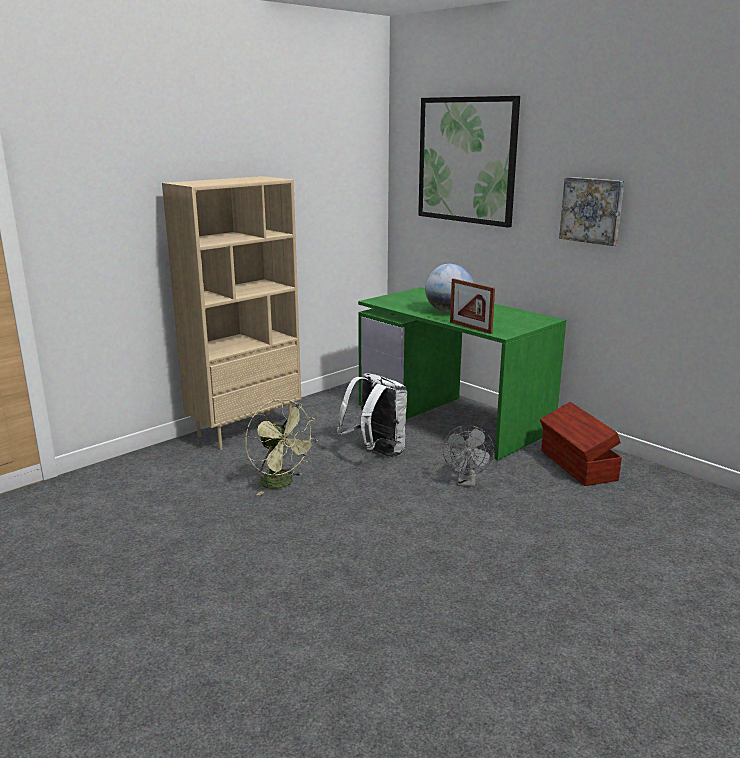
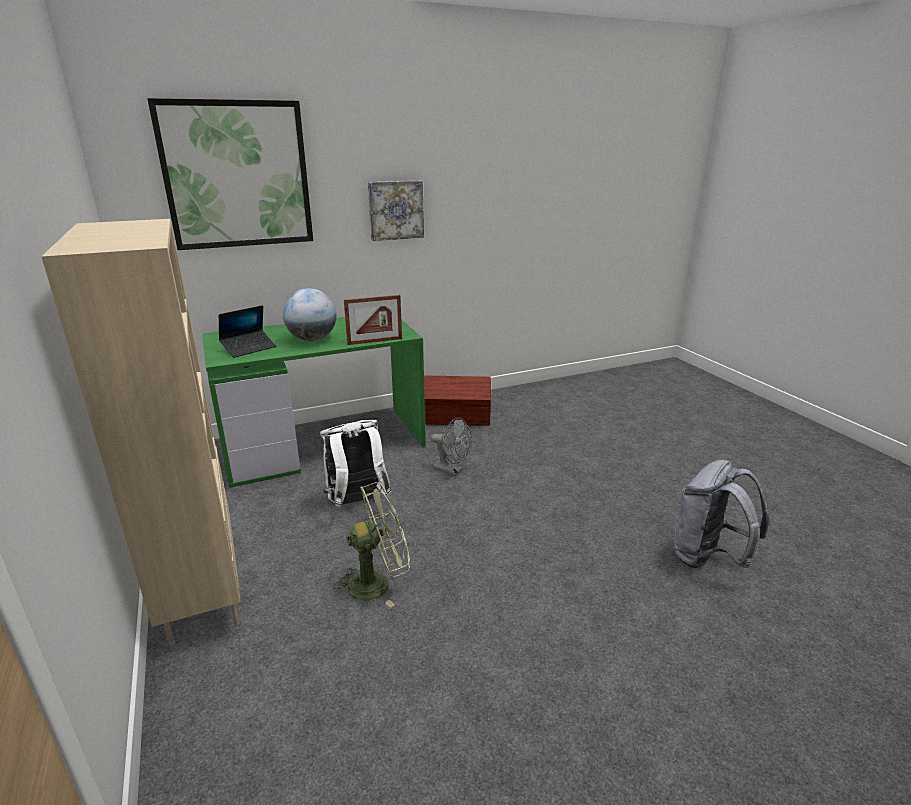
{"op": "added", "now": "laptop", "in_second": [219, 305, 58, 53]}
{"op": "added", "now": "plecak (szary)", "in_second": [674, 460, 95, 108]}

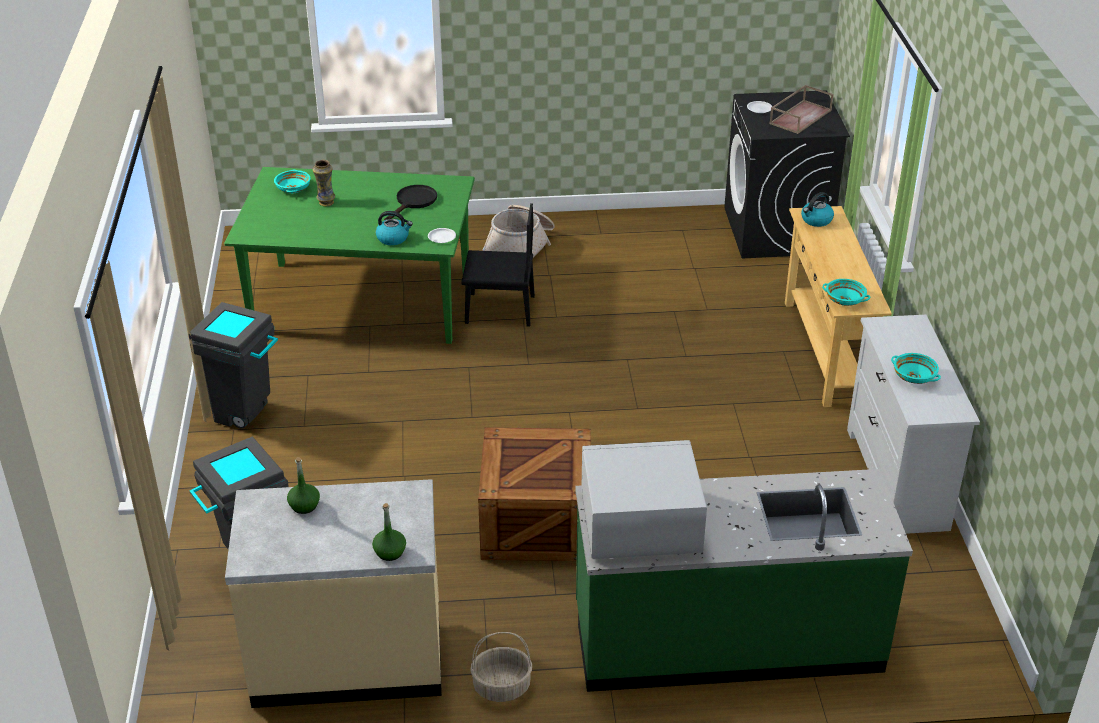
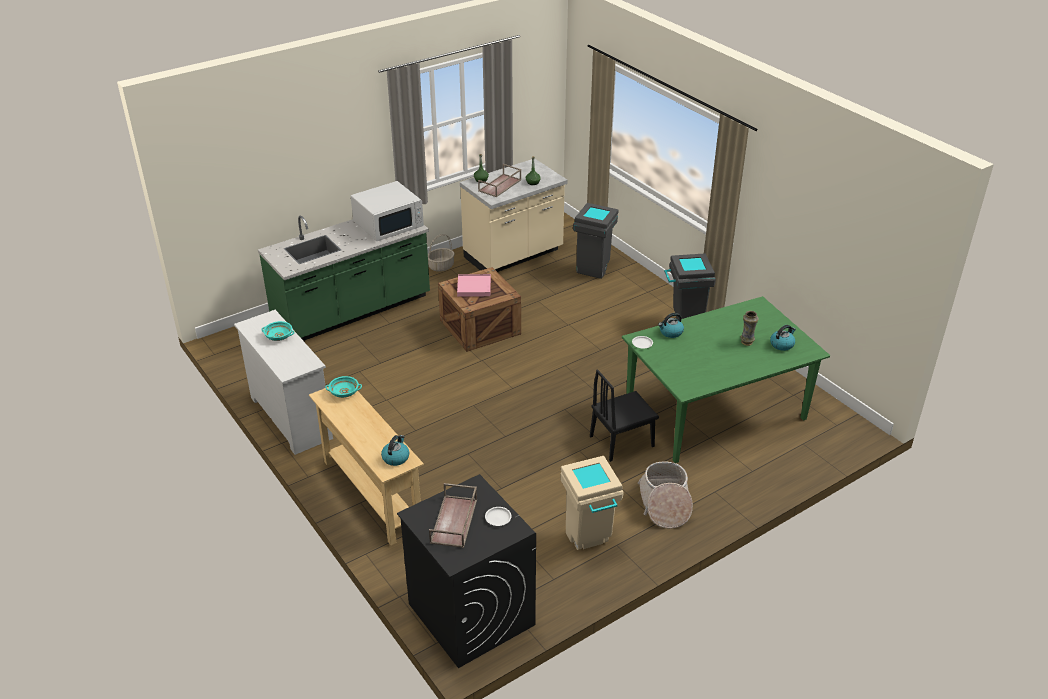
{"op": "added", "now": "taca (różowy)", "in_second": [457, 274, 34, 23]}
{"op": "added", "now": "taca (brązowy)", "in_second": [478, 164, 43, 33]}
{"op": "added", "now": "kosz na śmieci (beżowy)", "in_second": [561, 456, 63, 94]}
{"op": "replaced", "was": "miska (turkusowy)", "now": "czajnik", "in_first": [274, 169, 37, 24], "in_second": [770, 325, 26, 26]}
{"op": "removed", "was": "patelnia (czarny)", "in_first": [384, 185, 53, 36]}

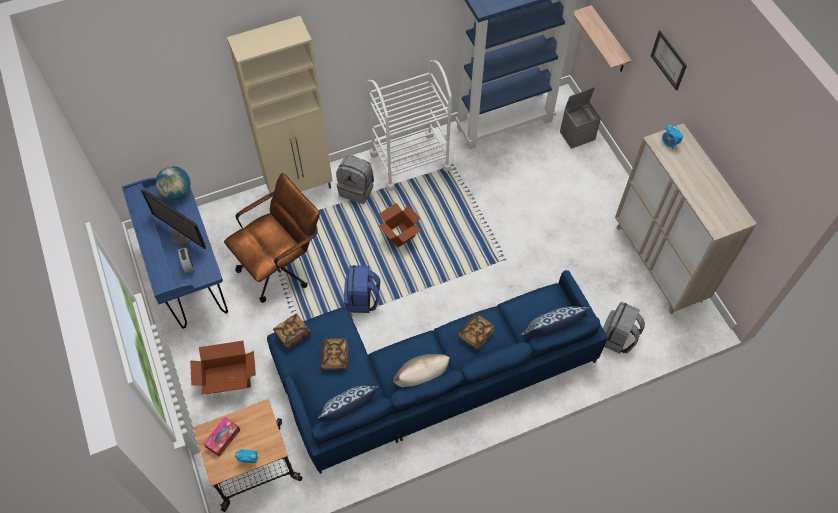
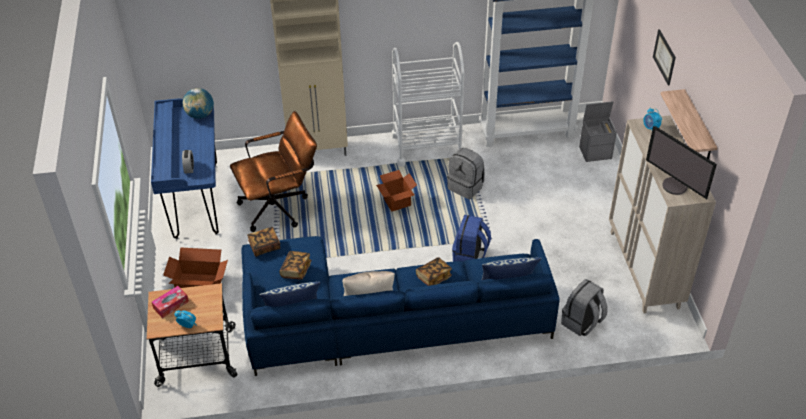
{"op": "moved", "was": "plecak (szary)", "in_first": [336, 155, 38, 49], "in_second": [447, 148, 38, 51]}
{"op": "moved", "was": "plecak (niebieski)", "in_first": [344, 265, 36, 48], "in_second": [452, 215, 39, 47]}
{"op": "moved", "was": "monitor", "in_first": [141, 189, 65, 60], "in_second": [646, 126, 71, 73]}
{"op": "moved", "was": "półka", "in_first": [574, 5, 58, 67], "in_second": [661, 89, 57, 70]}

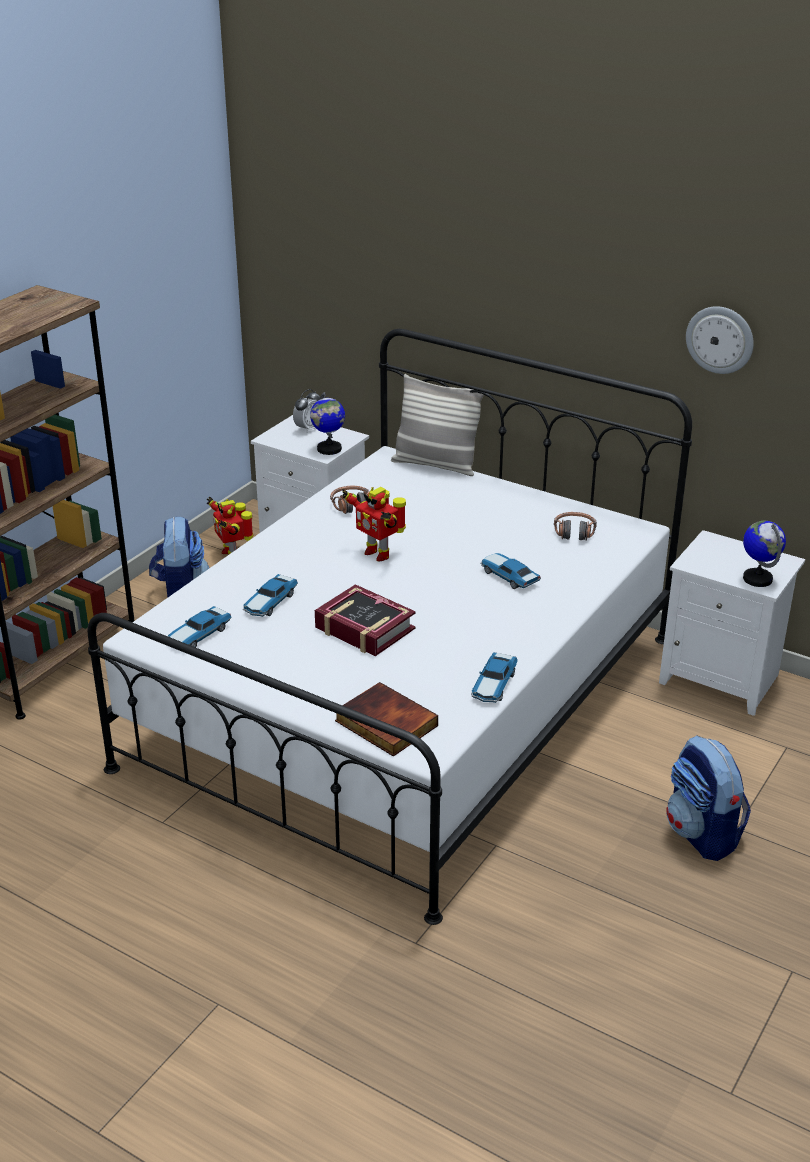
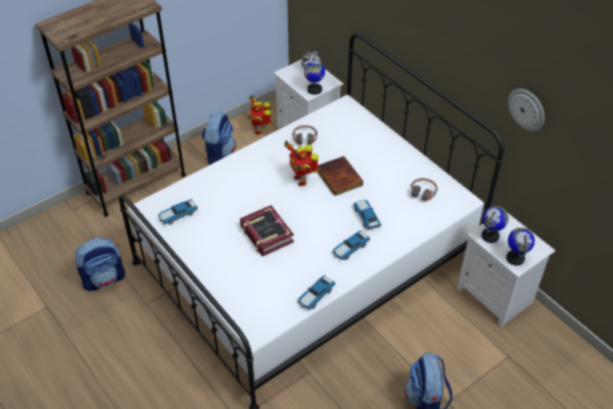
{"op": "added", "now": "plecak", "in_second": [75, 237, 50, 54]}
{"op": "moved", "was": "książka", "in_first": [335, 682, 103, 74], "in_second": [317, 156, 46, 40]}
{"op": "moved", "was": "samochodzik", "in_first": [243, 574, 55, 43], "in_second": [332, 230, 38, 30]}
{"op": "added", "now": "globus", "in_second": [482, 206, 27, 37]}
{"op": "removed", "was": "poduszka", "in_first": [391, 374, 93, 102]}

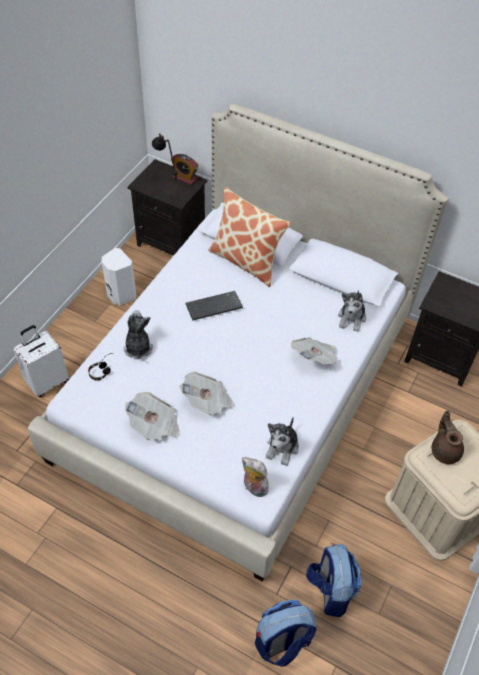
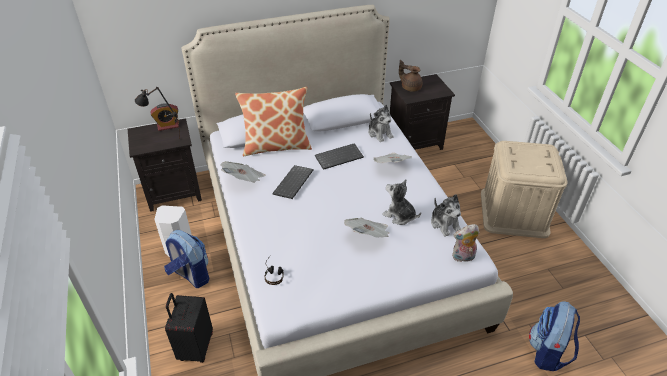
{"op": "moved", "was": "plecak", "in_first": [306, 543, 56, 74], "in_second": [164, 230, 45, 58]}
{"op": "recoloured", "was": "walizka (biały)", "now": "walizka (czarny)", "in_first": [13, 325, 56, 72], "in_second": [165, 293, 48, 70]}
{"op": "moved", "was": "gazeta", "in_first": [125, 392, 55, 49], "in_second": [220, 161, 46, 22]}
{"op": "added", "now": "klawiatura", "in_second": [315, 143, 49, 27]}
{"op": "moved", "was": "pluszak", "in_first": [123, 310, 30, 49], "in_second": [382, 179, 39, 46]}
{"op": "moved", "was": "imbryk (brązowy)", "in_first": [432, 410, 32, 54], "in_second": [399, 60, 23, 32]}

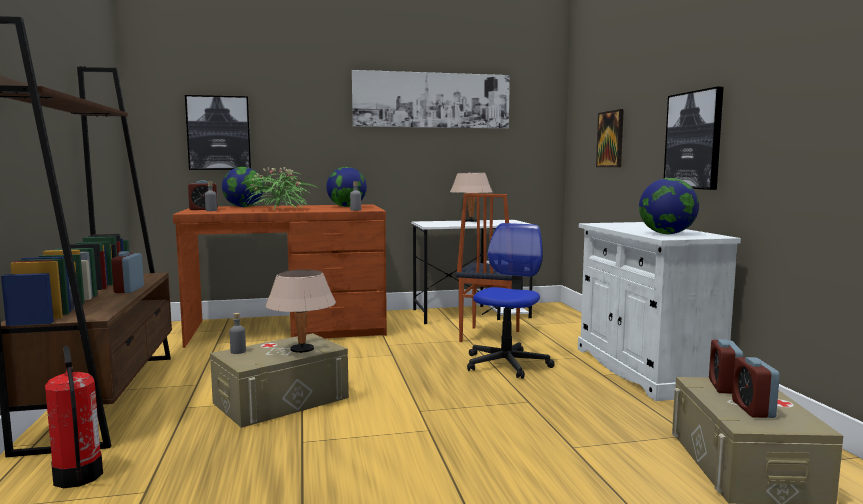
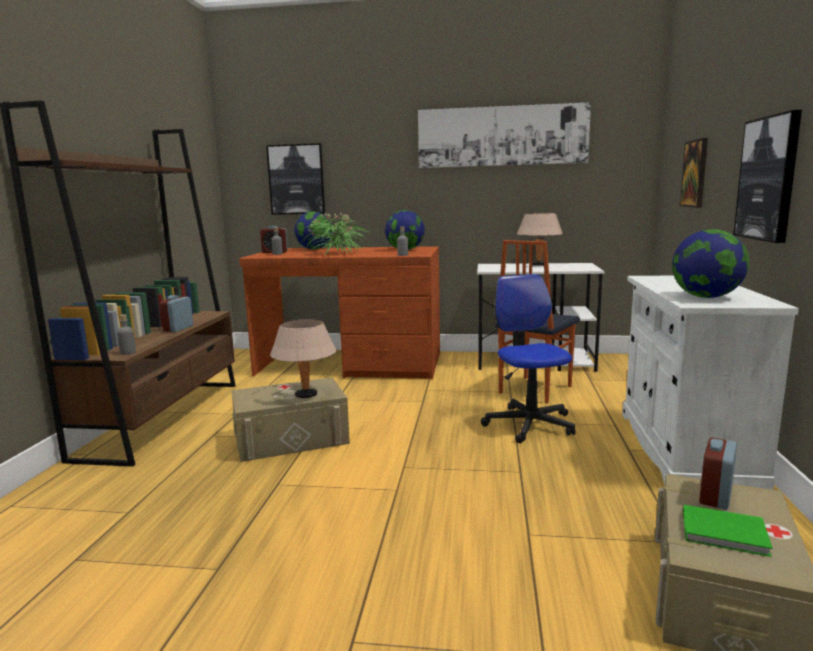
{"op": "moved", "was": "butelka (szary)", "in_first": [230, 313, 16, 41], "in_second": [117, 314, 19, 41]}
{"op": "turned", "was": "krzesło biurowe", "in_first": [467, 223, 88, 156], "in_second": [481, 274, 95, 169], "clockwise": -60}
{"op": "replaced", "was": "budzik", "now": "książka (zielony)", "in_first": [732, 357, 48, 61], "in_second": [683, 505, 90, 52]}
{"op": "removed", "was": "gaśnica", "in_first": [45, 346, 58, 142]}

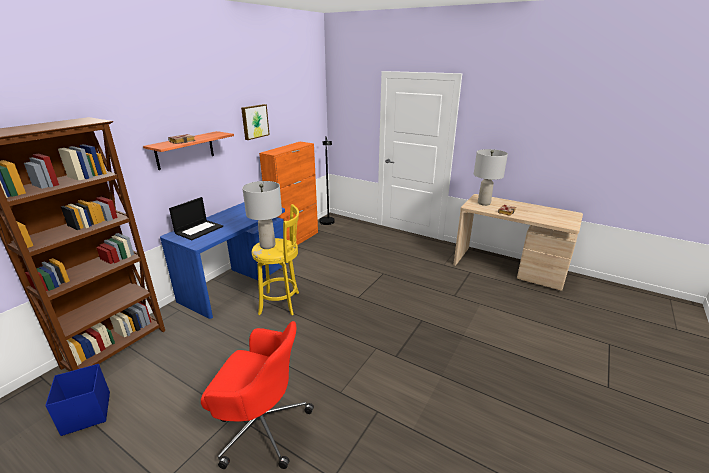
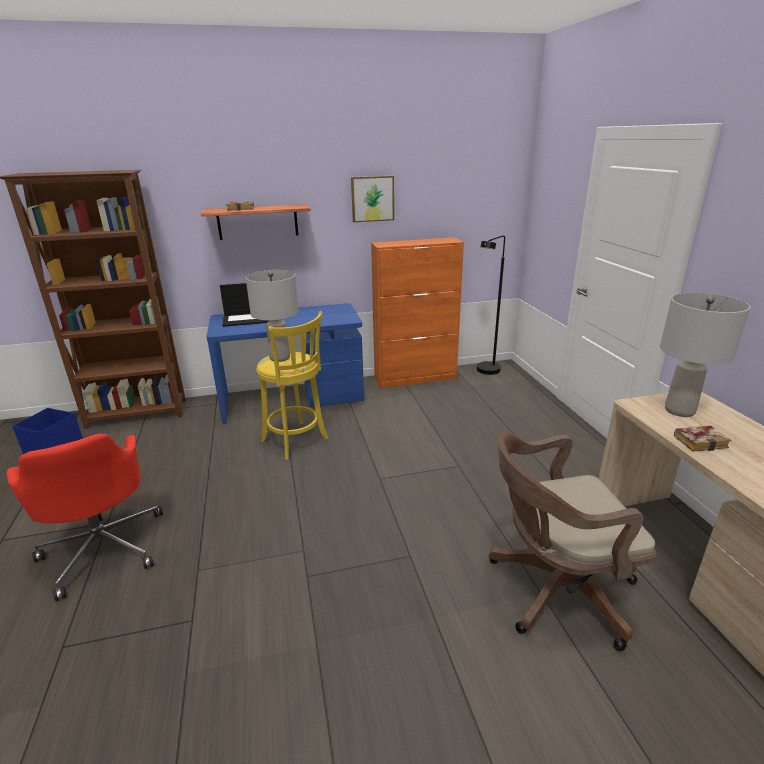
{"op": "added", "now": "krzesło biurowe (brązowy)", "in_second": [489, 433, 168, 218]}

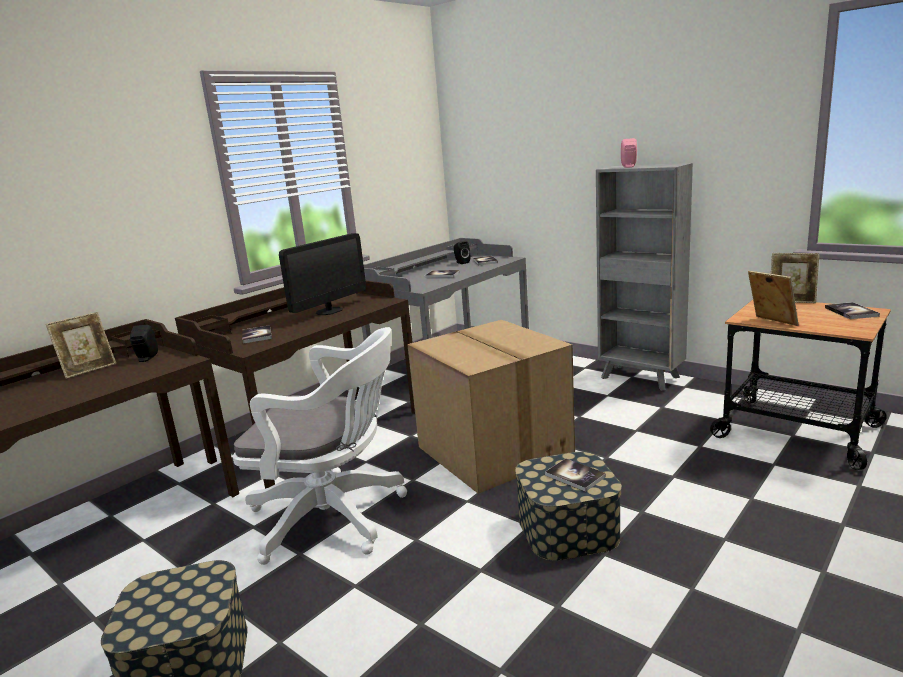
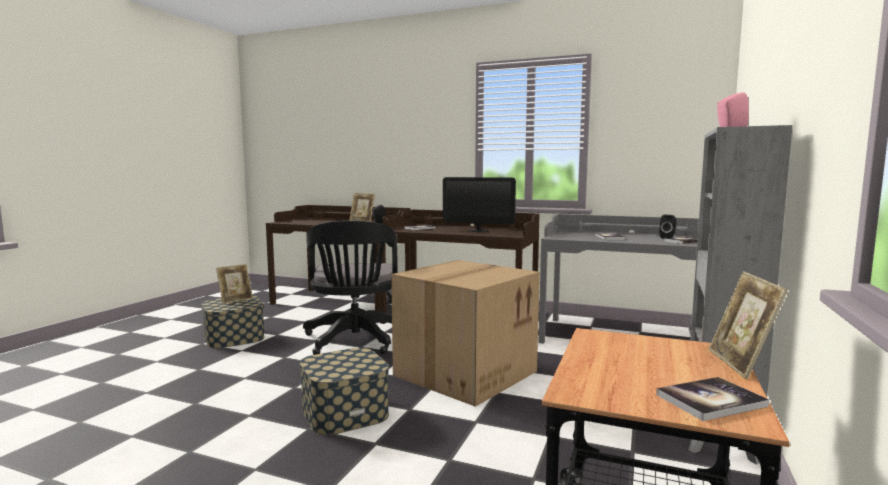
{"op": "moved", "was": "ramka na zdjęcie", "in_first": [748, 271, 50, 55], "in_second": [216, 264, 37, 40]}
{"op": "recoloured", "was": "krzesło biurowe (biały)", "now": "krzesło biurowe (czarny)", "in_first": [233, 327, 174, 238], "in_second": [303, 220, 95, 135]}
{"op": "removed", "was": "książka", "in_first": [545, 458, 61, 34]}

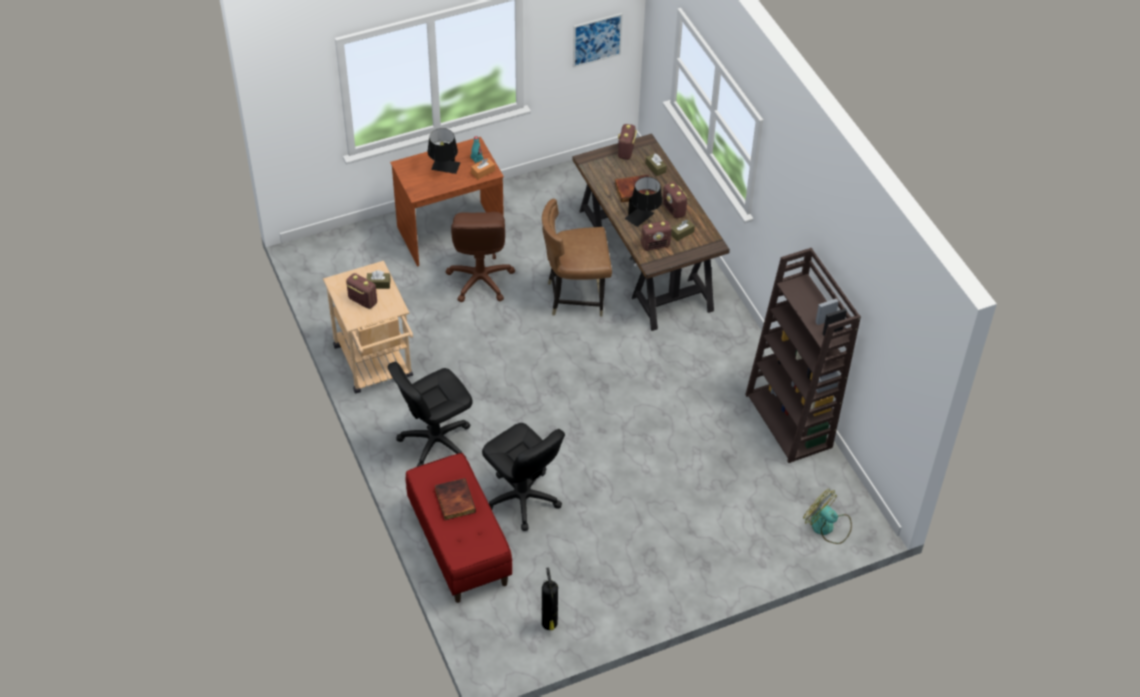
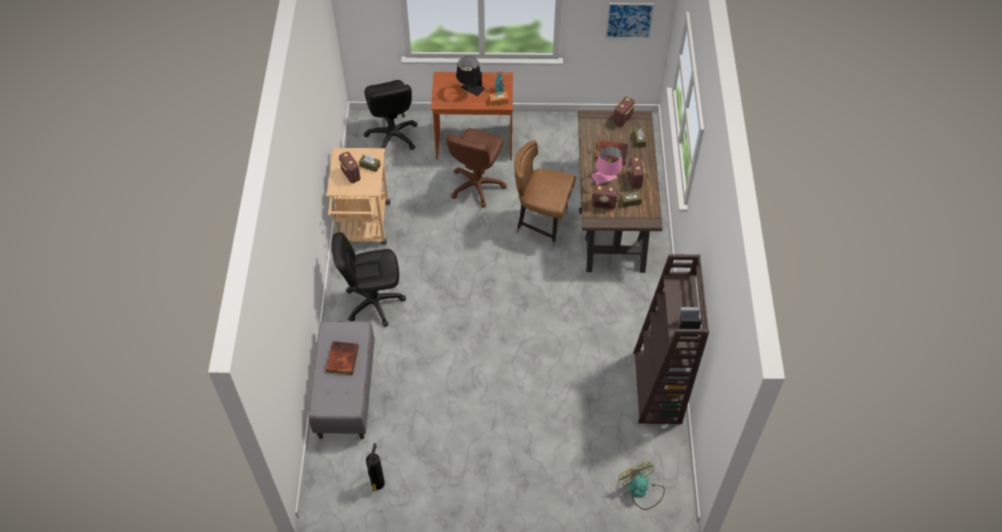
{"op": "recoloured", "was": "ławka (czerwony)", "now": "ławka (szary)", "in_first": [405, 453, 107, 150], "in_second": [308, 321, 67, 118]}
{"op": "moved", "was": "krzesło biurowe (czarny)", "in_first": [482, 423, 83, 108], "in_second": [364, 80, 54, 70]}
{"op": "recoloured", "was": "lampa stołowa (czarny)", "now": "lampa stołowa (różowy)", "in_first": [625, 177, 37, 50], "in_second": [591, 146, 31, 39]}

